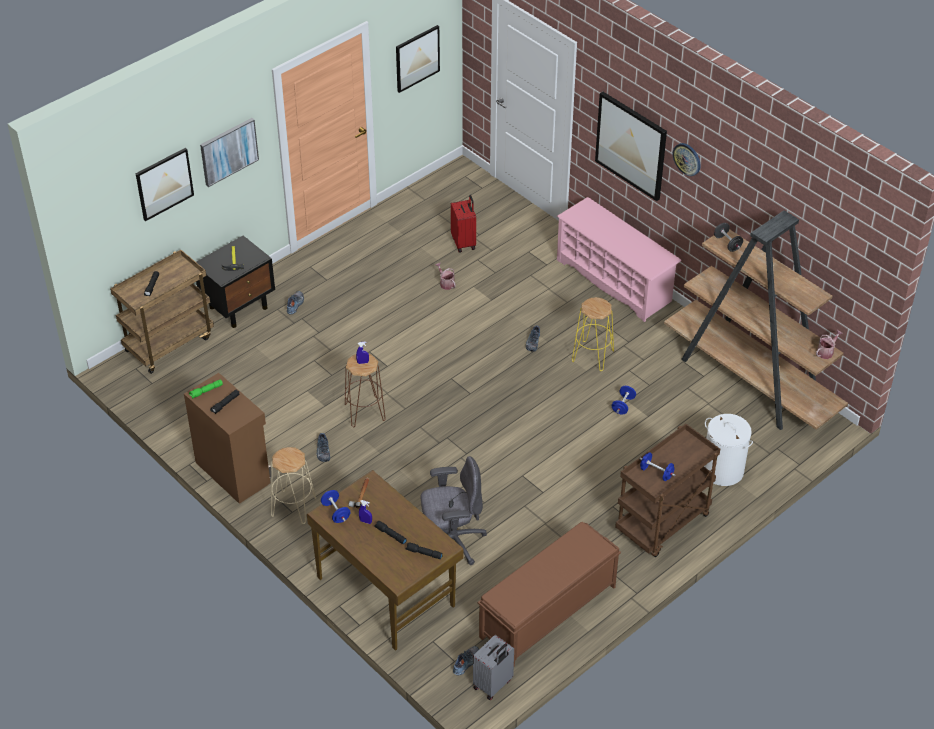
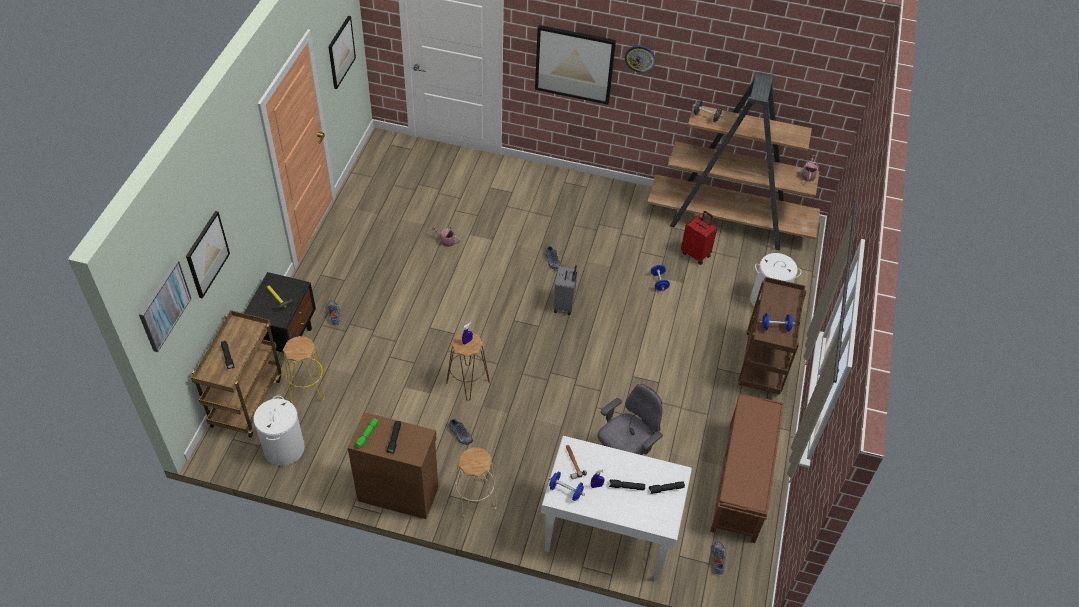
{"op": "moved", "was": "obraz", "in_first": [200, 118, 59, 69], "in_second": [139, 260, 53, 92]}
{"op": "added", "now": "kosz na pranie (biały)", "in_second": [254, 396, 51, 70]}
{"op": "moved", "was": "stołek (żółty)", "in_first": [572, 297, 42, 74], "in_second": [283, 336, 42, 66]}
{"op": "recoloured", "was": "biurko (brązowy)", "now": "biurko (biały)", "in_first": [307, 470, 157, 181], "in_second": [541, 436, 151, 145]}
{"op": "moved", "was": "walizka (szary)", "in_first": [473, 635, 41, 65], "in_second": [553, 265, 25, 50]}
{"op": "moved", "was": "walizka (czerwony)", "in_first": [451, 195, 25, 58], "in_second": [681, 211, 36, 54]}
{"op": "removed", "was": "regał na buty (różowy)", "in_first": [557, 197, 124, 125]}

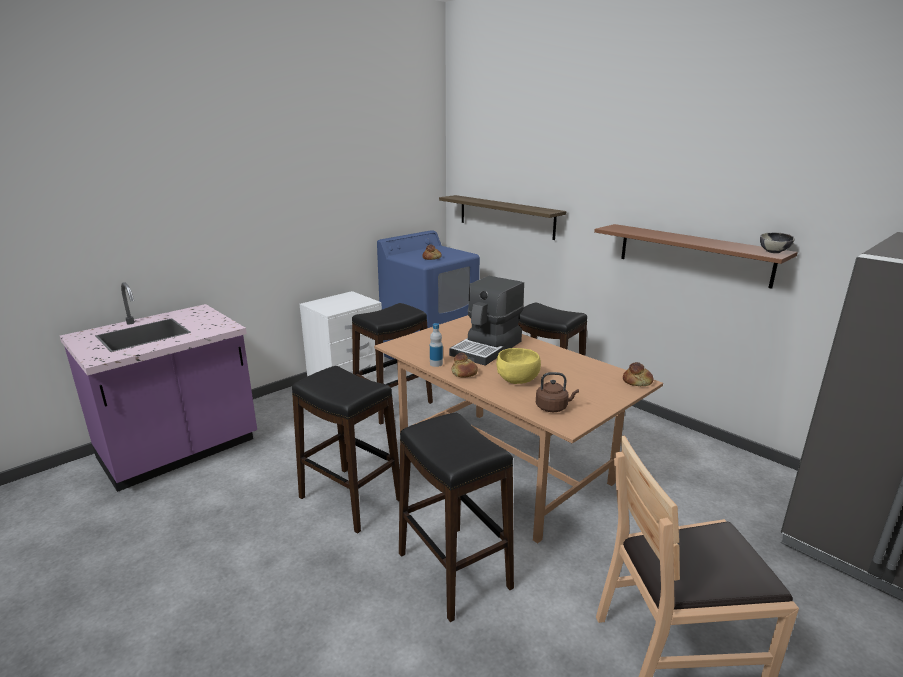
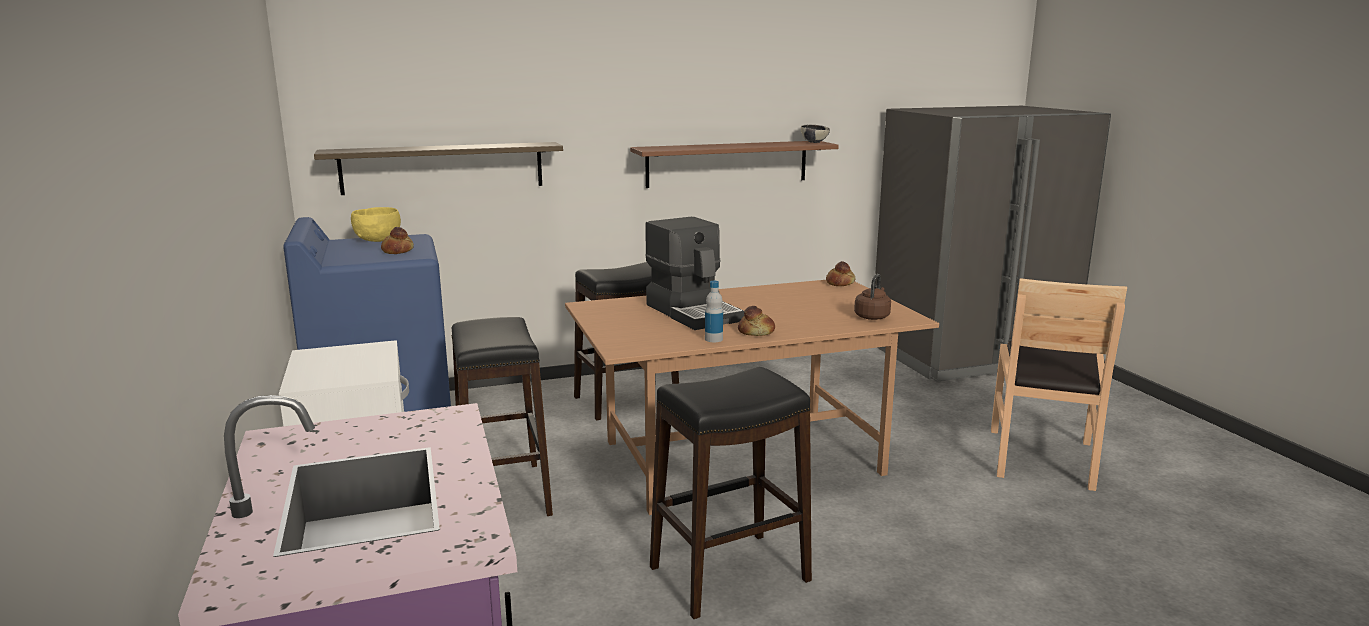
{"op": "moved", "was": "miska (żółty)", "in_first": [496, 348, 45, 36], "in_second": [351, 207, 50, 35]}
{"op": "removed", "was": "stołek (czarny)", "in_first": [399, 413, 115, 209]}

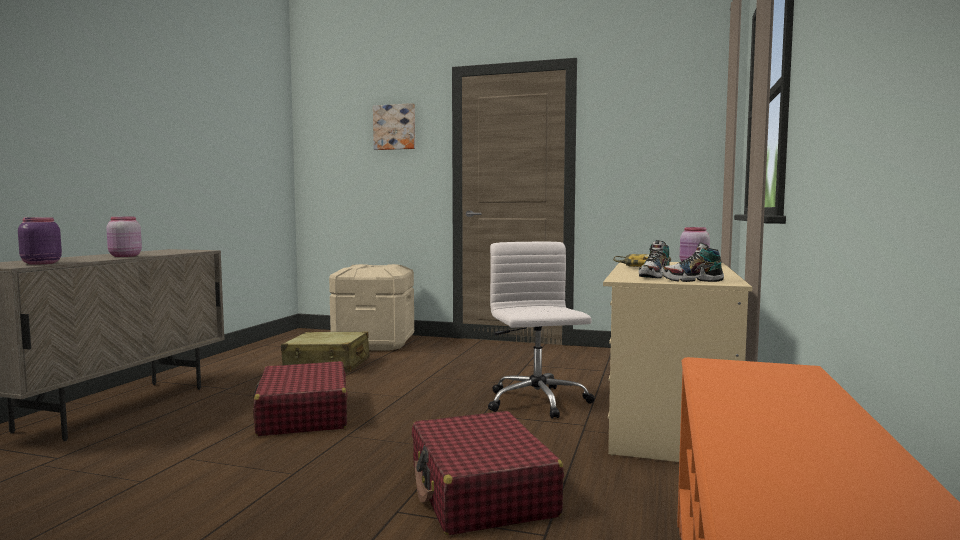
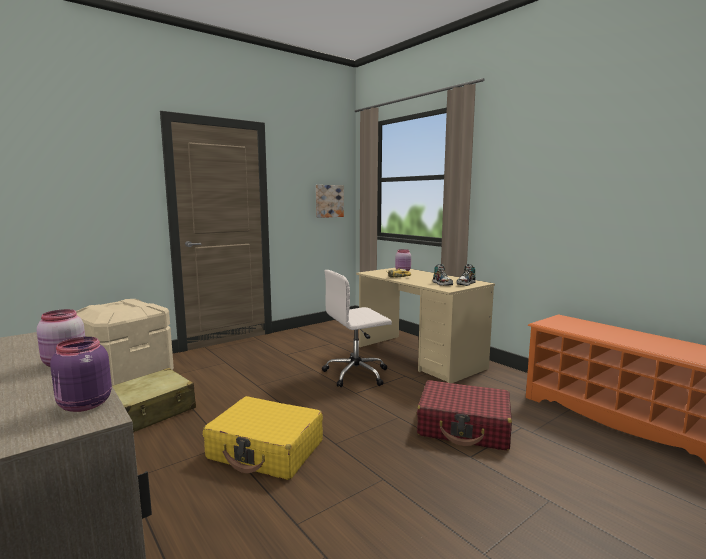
{"op": "recoloured", "was": "walizka (czerwony)", "now": "walizka (żółty)", "in_first": [252, 361, 96, 75], "in_second": [203, 396, 120, 84]}
{"op": "moved", "was": "obraz", "in_first": [373, 103, 42, 47], "in_second": [316, 185, 28, 33]}
{"op": "turned", "was": "krzesło biurowe (biały)", "in_first": [488, 242, 107, 177], "in_second": [322, 270, 70, 117], "clockwise": -45}

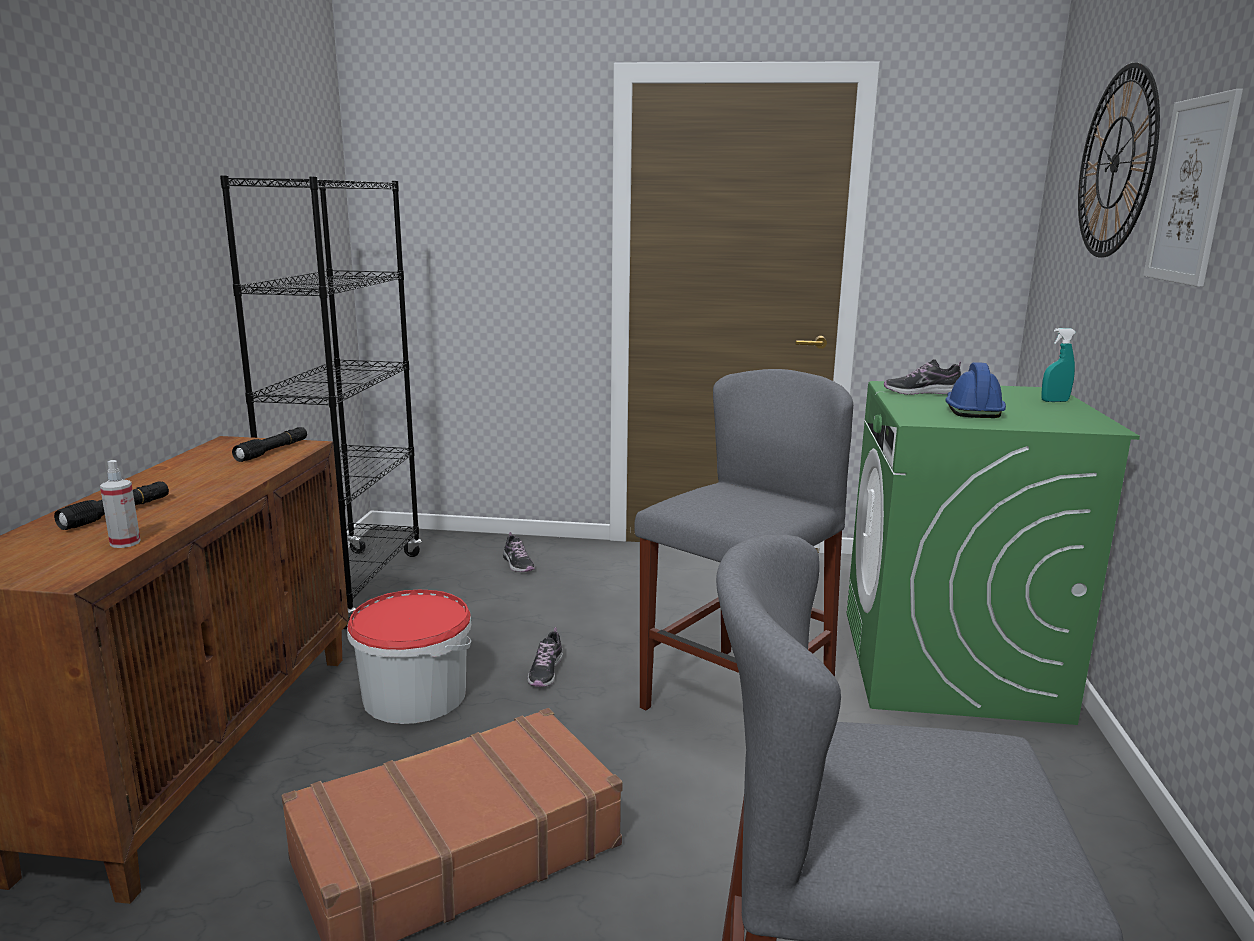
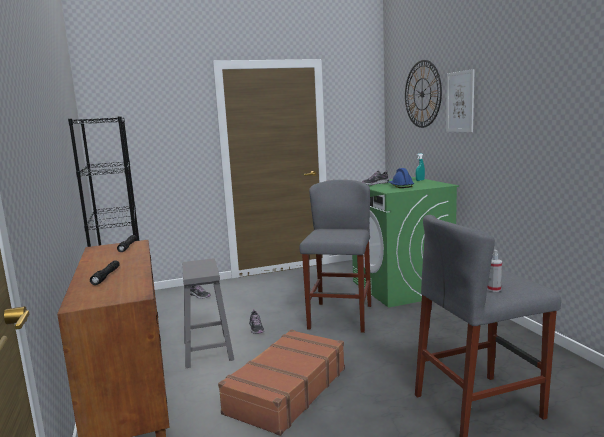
{"op": "replaced", "was": "wiadro", "now": "stołek (szary)", "in_first": [347, 590, 124, 134], "in_second": [182, 258, 52, 110]}
{"op": "moved", "was": "spryskiwacz", "in_first": [100, 460, 41, 88], "in_second": [487, 250, 15, 42]}

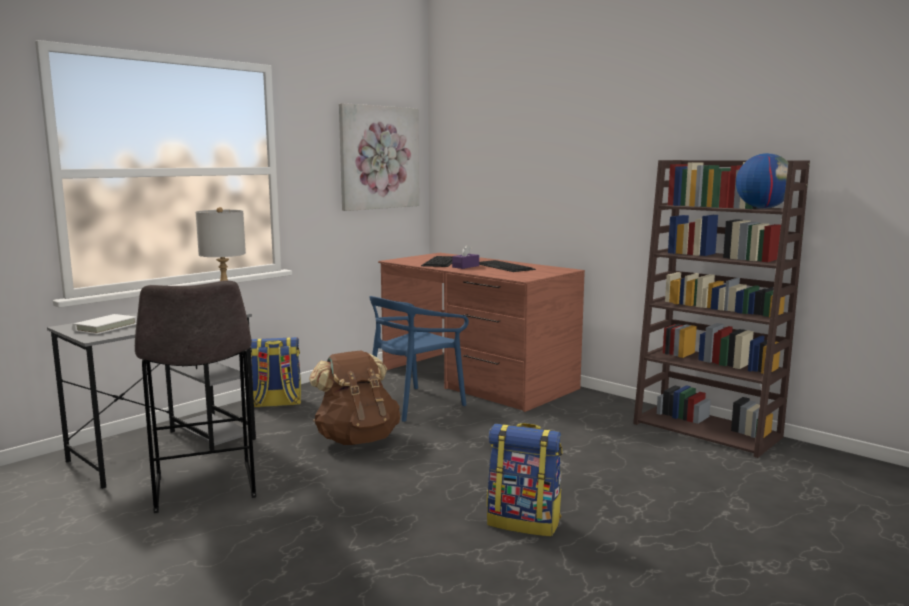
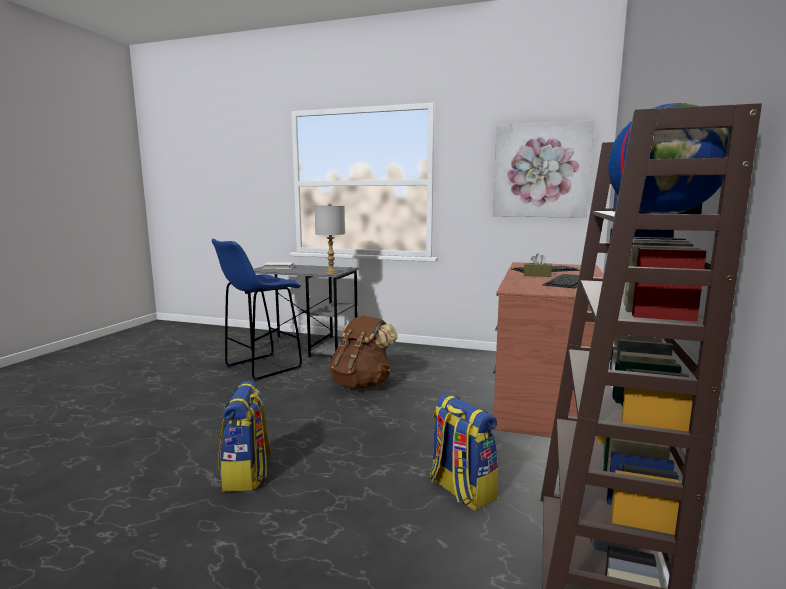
{"op": "recoloured", "was": "stołek (szary)", "now": "stołek (niebieski)", "in_first": [135, 281, 121, 232], "in_second": [212, 239, 90, 142]}
{"op": "moved", "was": "plecak", "in_first": [251, 337, 50, 70], "in_second": [430, 393, 68, 118]}
{"op": "recoloured", "was": "pudełko chusteczek (fioletowy)", "now": "pudełko chusteczek (brązowy)", "in_first": [452, 245, 27, 24], "in_second": [524, 253, 28, 24]}
{"op": "removed", "was": "krzesło (niebieski)", "in_first": [369, 296, 100, 126]}

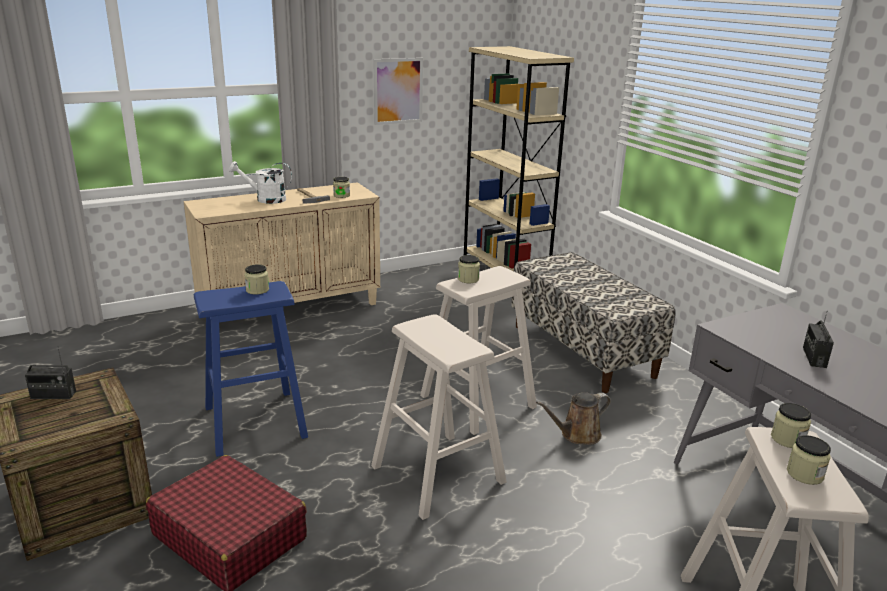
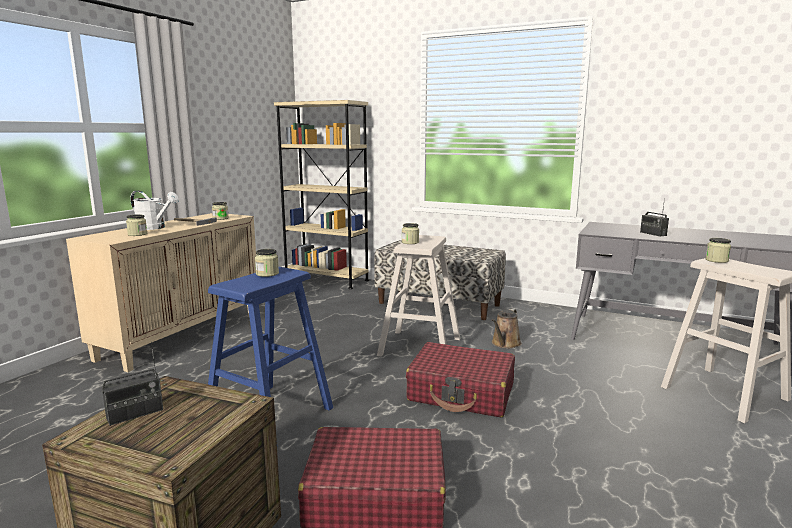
{"op": "moved", "was": "słoik", "in_first": [787, 435, 44, 50], "in_second": [126, 214, 21, 22]}
{"op": "turned", "was": "konewka (biały)", "in_first": [229, 161, 63, 43], "in_second": [130, 191, 49, 39], "clockwise": -120}
{"op": "replaced", "was": "stołek (beżowy)", "now": "walizka (czerwony)", "in_first": [371, 314, 136, 206], "in_second": [406, 342, 109, 75]}
{"op": "removed", "was": "obraz", "in_first": [373, 58, 50, 67]}

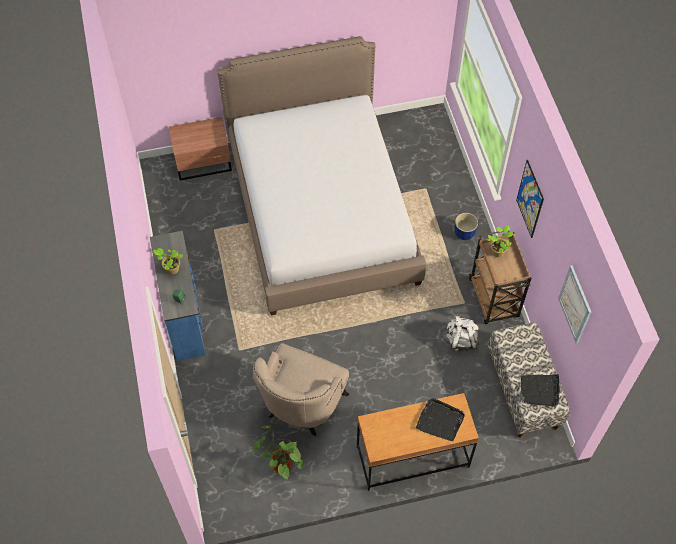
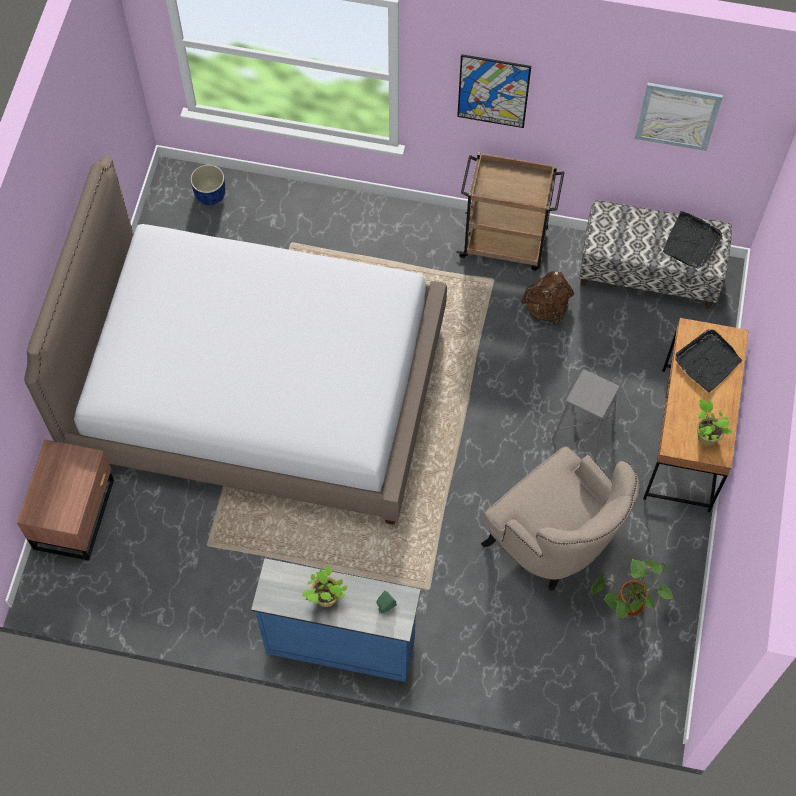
{"op": "moved", "was": "donica (niebieski)", "in_first": [454, 213, 24, 27], "in_second": [190, 165, 35, 40]}
{"op": "recoloured", "was": "plecak (biały)", "now": "plecak (brązowy)", "in_first": [446, 315, 33, 36], "in_second": [522, 271, 53, 54]}
{"op": "added", "now": "stołek (szary)", "in_second": [552, 369, 68, 90]}
{"op": "moved", "was": "roślina doniczkowa", "in_first": [488, 225, 25, 32], "in_second": [697, 399, 36, 47]}

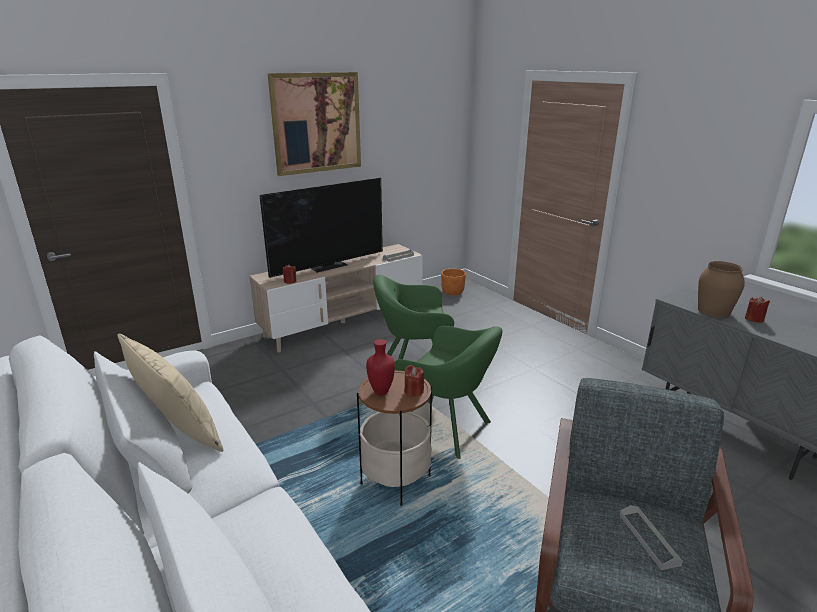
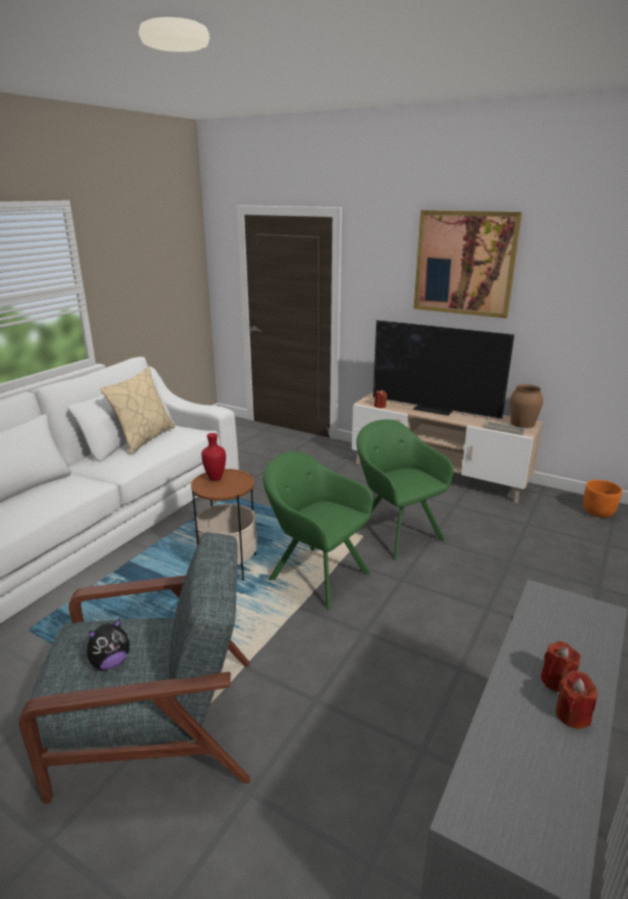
{"op": "replaced", "was": "taca (szary)", "now": "pluszak", "in_first": [620, 505, 63, 65], "in_second": [87, 618, 43, 52]}
{"op": "turned", "was": "fotel (zielony)", "in_first": [395, 326, 108, 133], "in_second": [263, 451, 110, 159], "clockwise": 120}
{"op": "moved", "was": "wazon (brązowy)", "in_first": [698, 261, 47, 57], "in_second": [510, 384, 33, 44]}
{"op": "moved", "was": "świeca (czerwony)", "in_first": [405, 365, 19, 32], "in_second": [555, 671, 43, 58]}

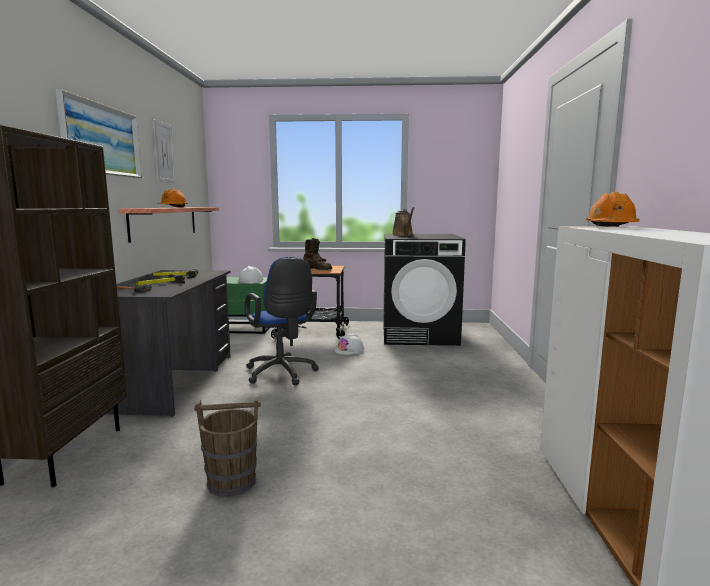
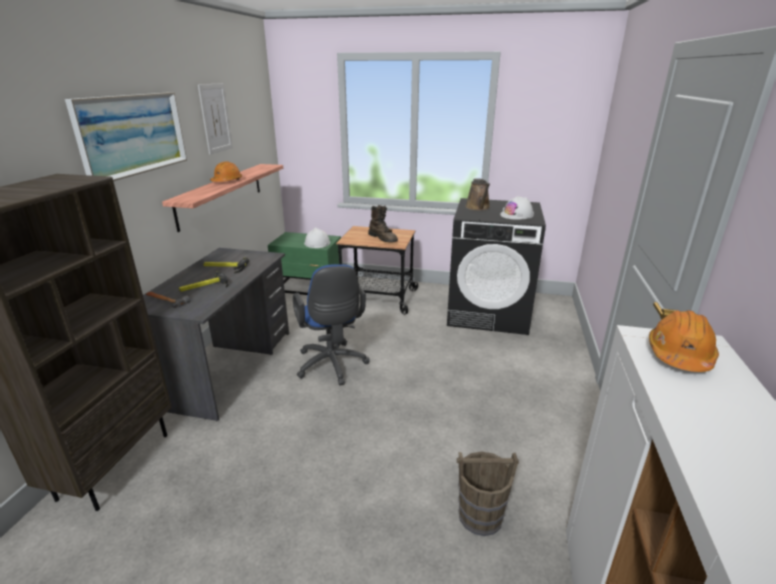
{"op": "moved", "was": "wiadro (brązowy)", "in_first": [194, 396, 67, 101], "in_second": [457, 451, 62, 85]}
{"op": "moved", "was": "kask (biały)", "in_first": [335, 333, 29, 22], "in_second": [500, 196, 34, 24]}

